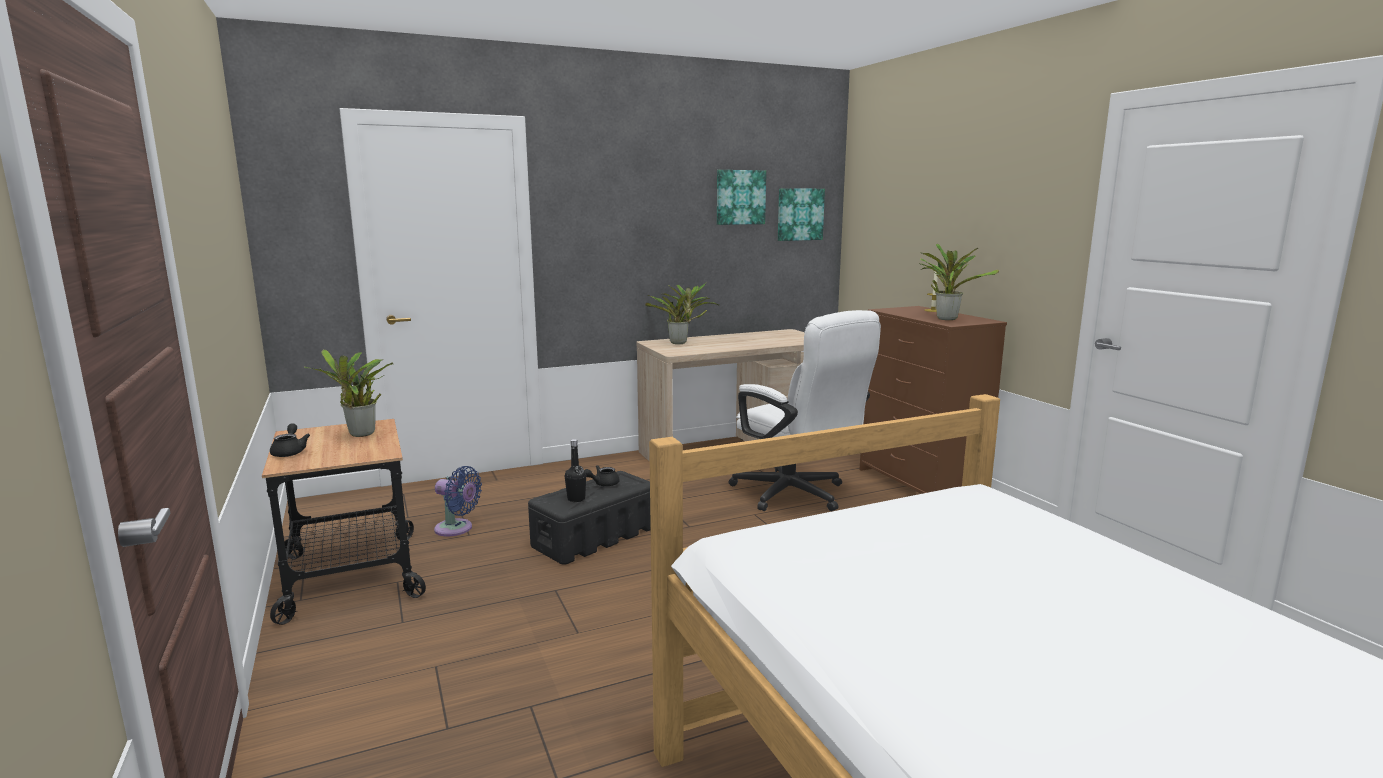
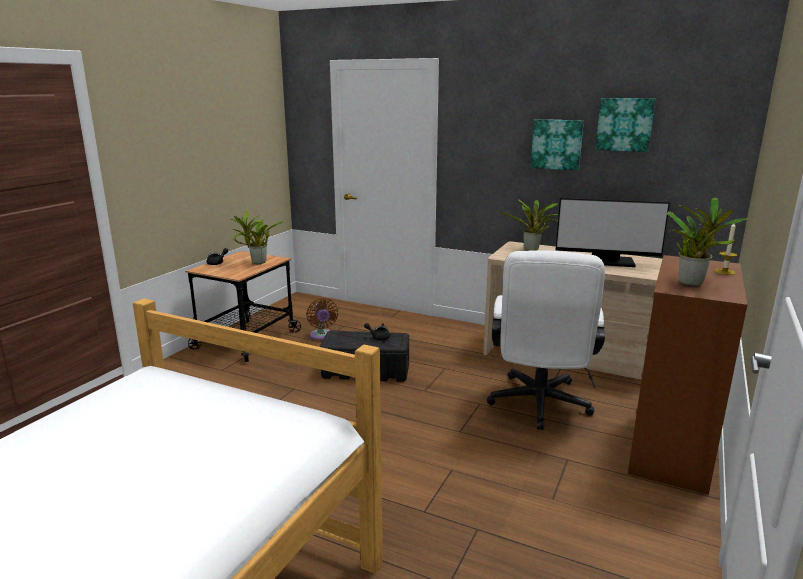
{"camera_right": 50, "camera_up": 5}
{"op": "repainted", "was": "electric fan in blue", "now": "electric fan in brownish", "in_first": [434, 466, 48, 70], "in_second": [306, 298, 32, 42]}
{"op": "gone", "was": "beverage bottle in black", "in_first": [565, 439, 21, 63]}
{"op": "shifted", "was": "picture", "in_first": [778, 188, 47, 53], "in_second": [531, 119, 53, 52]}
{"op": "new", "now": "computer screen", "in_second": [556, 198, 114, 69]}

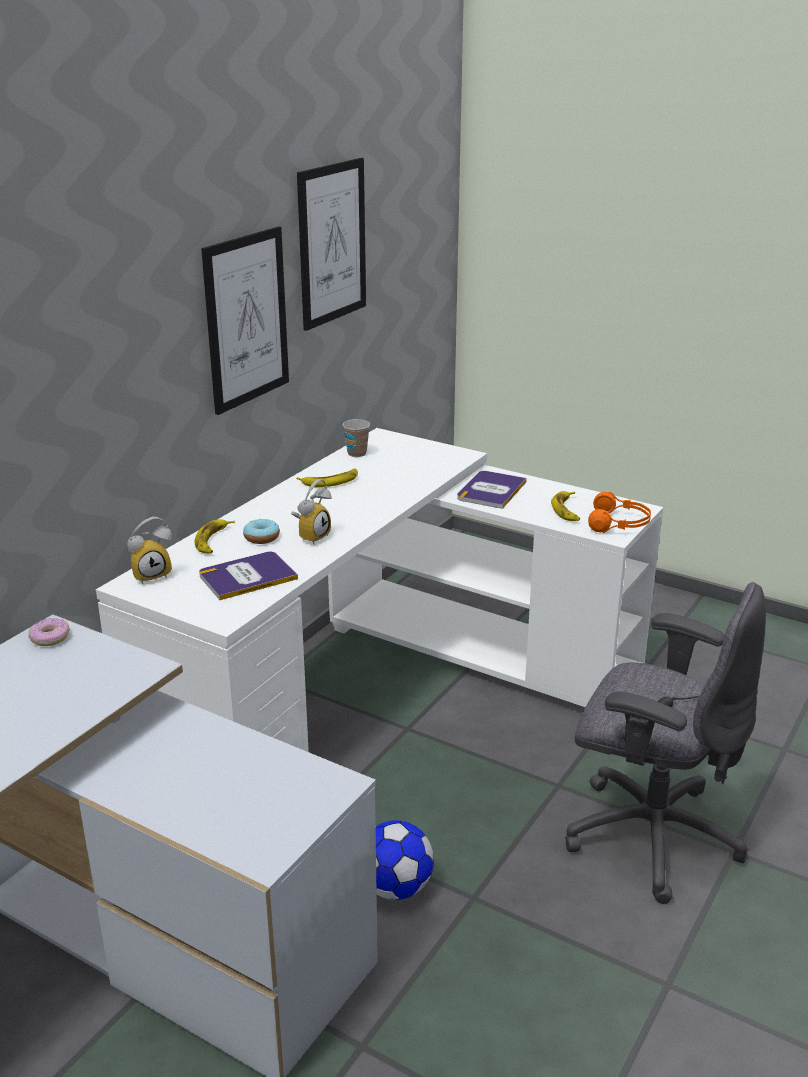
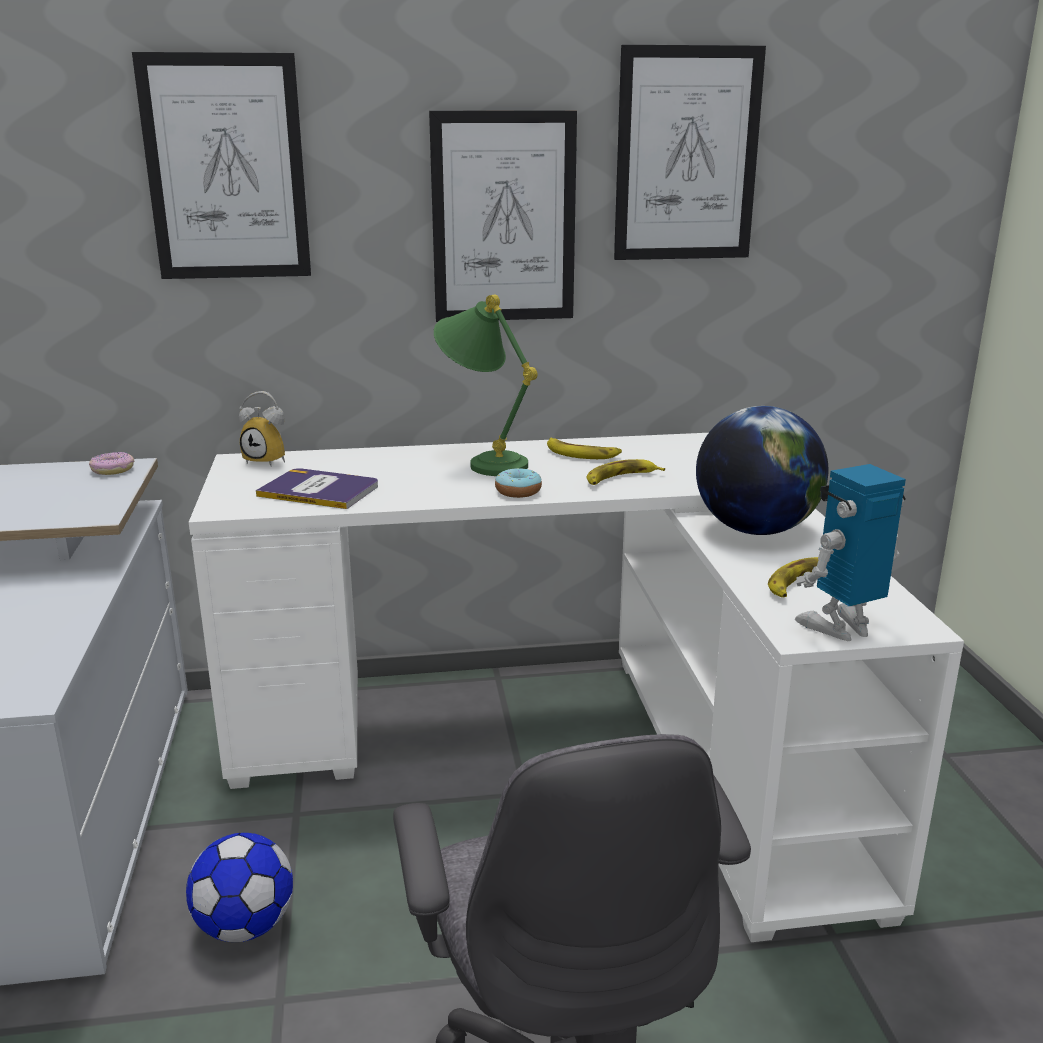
{"camera_right": 50, "camera_up": -5}
{"op": "shifted", "was": "whole banana", "in_first": [195, 519, 40, 34], "in_second": [586, 459, 79, 26]}
{"op": "shifted", "was": "donut", "in_first": [243, 519, 37, 25], "in_second": [495, 468, 47, 30]}
{"op": "gone", "was": "table clock", "in_first": [291, 479, 41, 65]}
{"op": "gone", "was": "small cup", "in_first": [343, 419, 27, 38]}
{"op": "swapped", "was": "volume", "now": "world globe", "in_first": [457, 471, 70, 38], "in_second": [696, 406, 132, 129]}
{"op": "swapped", "was": "headset in orange-coloured", "now": "model robot", "in_first": [588, 492, 63, 41], "in_second": [795, 464, 111, 177]}
{"op": "new", "now": "picture", "in_second": [132, 52, 179, 227]}
{"op": "new", "now": "tabletop lamp in greenish", "in_second": [434, 294, 104, 182]}

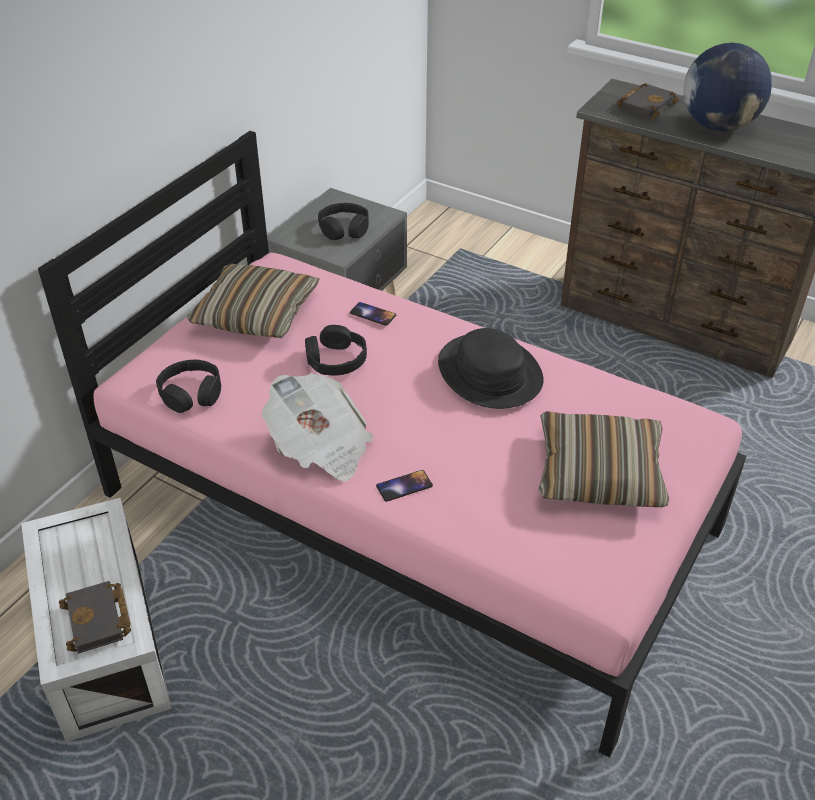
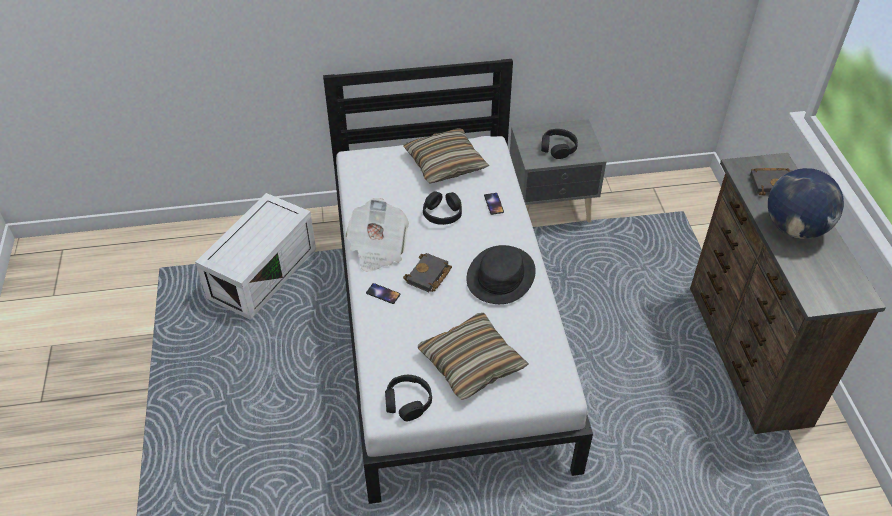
{"camera_right": 50, "camera_up": 5}
{"op": "repainted", "was": "bed in pink-coloured", "now": "bed in white-coloured", "in_first": [38, 131, 708, 626], "in_second": [323, 59, 270, 445]}
{"op": "shifted", "was": "volume in black", "in_first": [59, 581, 72, 73], "in_second": [403, 253, 49, 39]}
{"op": "shifted", "was": "headset in black", "in_first": [156, 360, 65, 53], "in_second": [385, 375, 47, 46]}

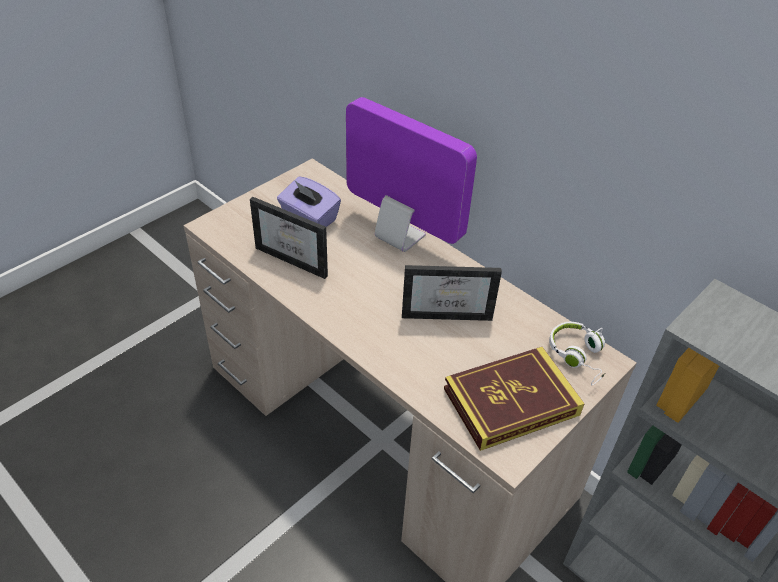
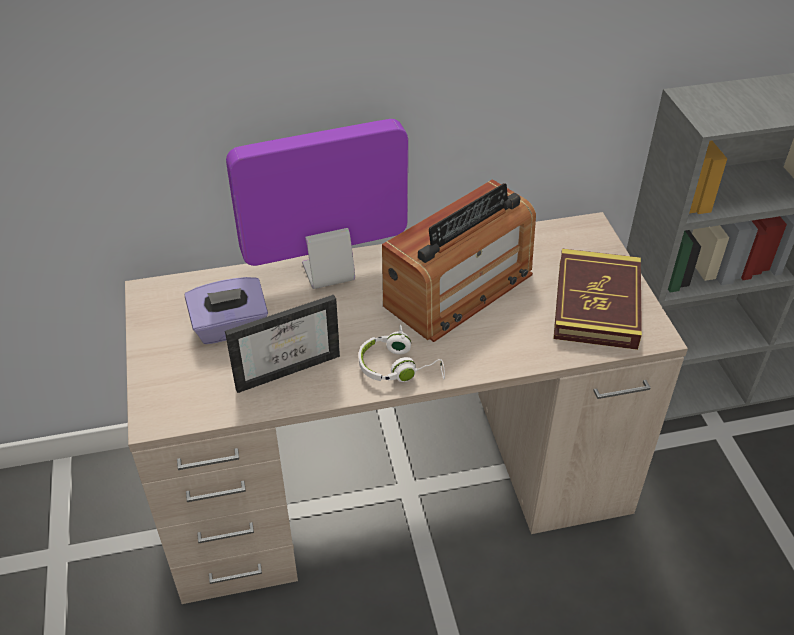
{"camera_right": -55, "camera_up": 0}
{"op": "swapped", "was": "picture frame", "now": "radio", "in_first": [402, 265, 100, 56], "in_second": [382, 179, 154, 163]}
{"op": "shifted", "was": "headset in white-coloured", "in_first": [549, 322, 56, 63], "in_second": [359, 325, 86, 57]}

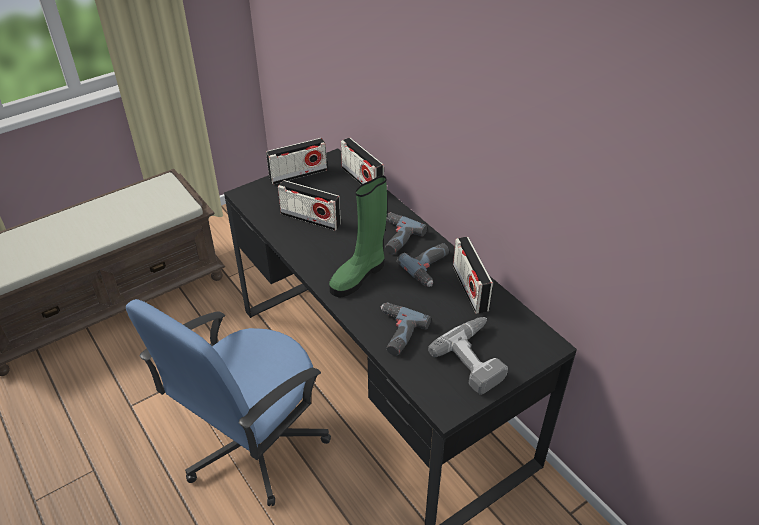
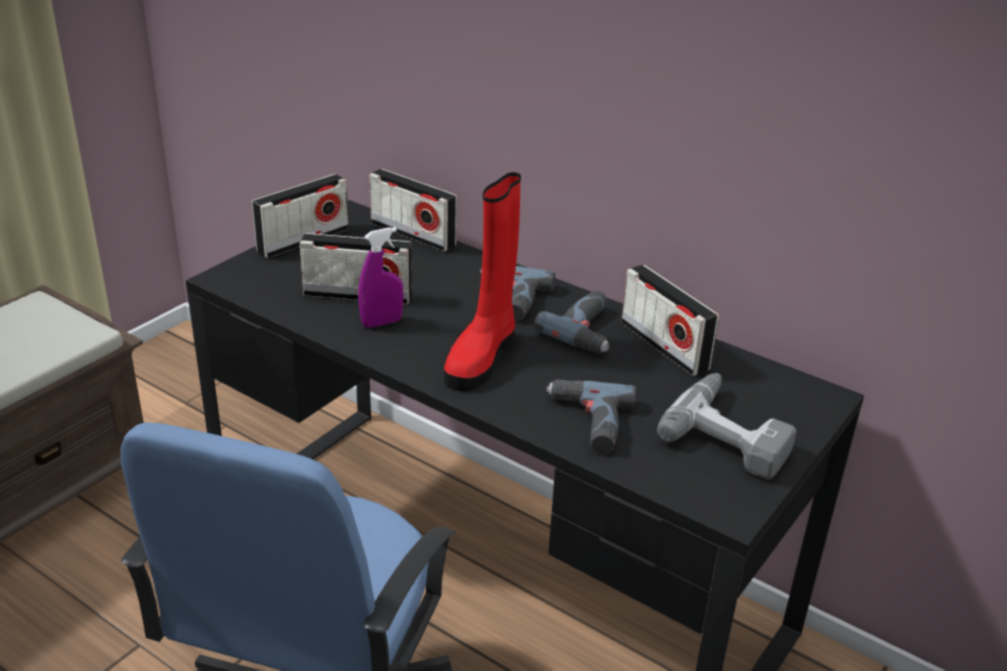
{"camera_right": -20, "camera_up": -10}
{"op": "repainted", "was": "tall boot in greenish", "now": "tall boot in red-coloured", "in_first": [329, 175, 58, 123], "in_second": [444, 172, 77, 220]}
{"op": "new", "now": "hand sprayer in purplish", "in_second": [358, 227, 45, 101]}

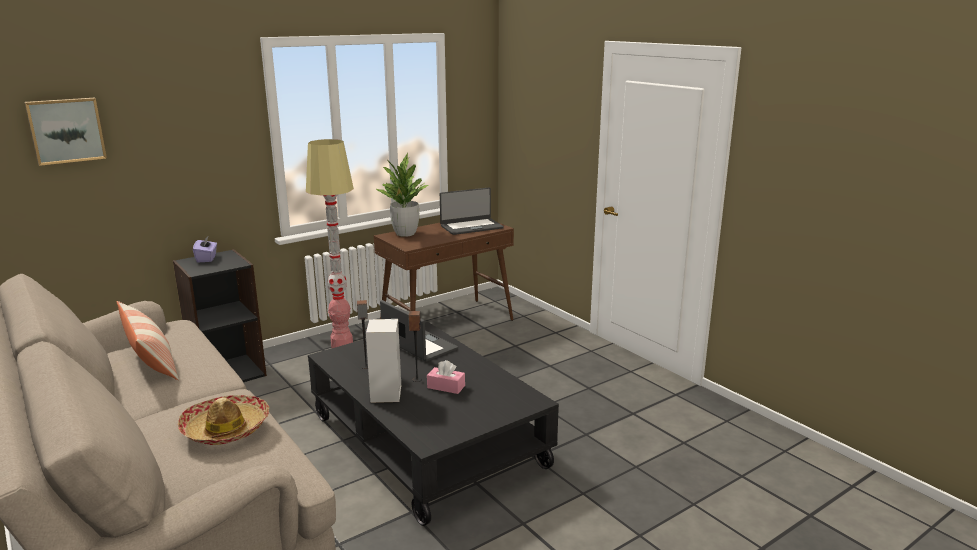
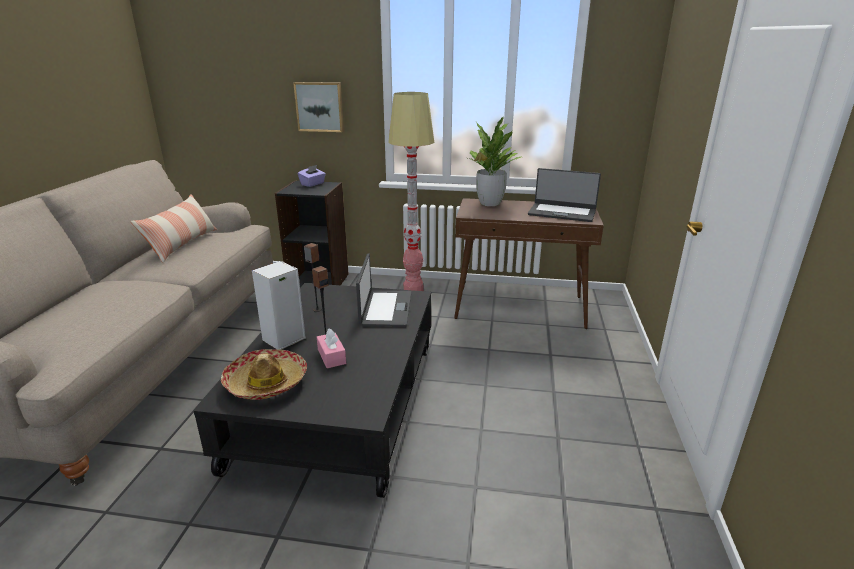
{"camera_right": 45, "camera_up": 5}
{"op": "shifted", "was": "picture", "in_first": [25, 98, 82, 68], "in_second": [293, 82, 51, 50]}
{"op": "shifted", "was": "hat", "in_first": [178, 395, 91, 50], "in_second": [221, 349, 86, 51]}

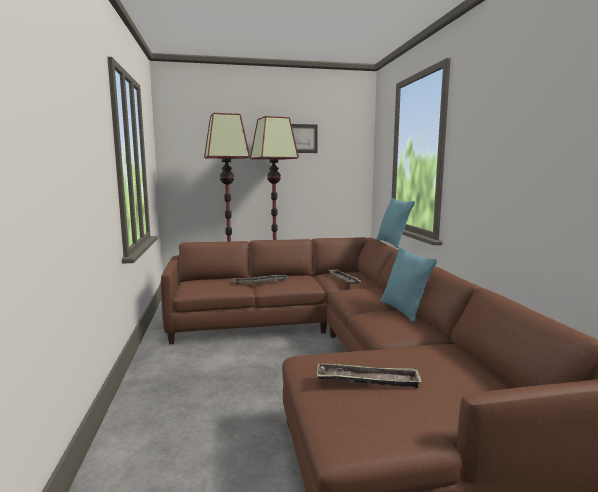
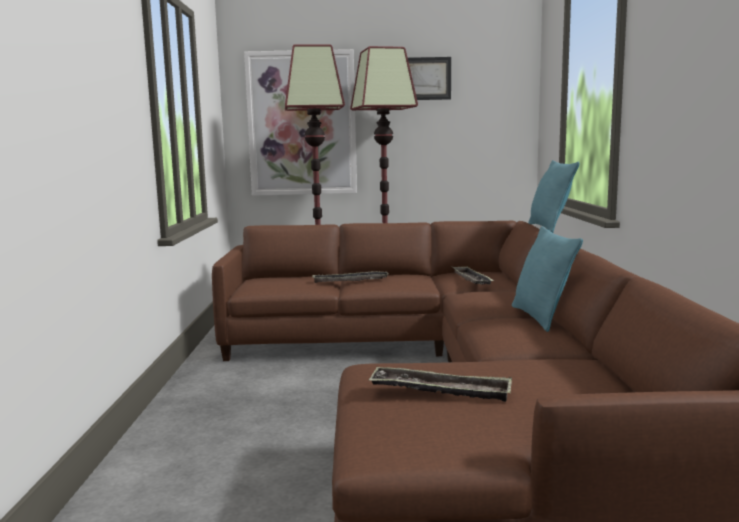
{"camera_right": 10, "camera_up": 0}
{"op": "new", "now": "picture", "in_second": [244, 49, 113, 147]}

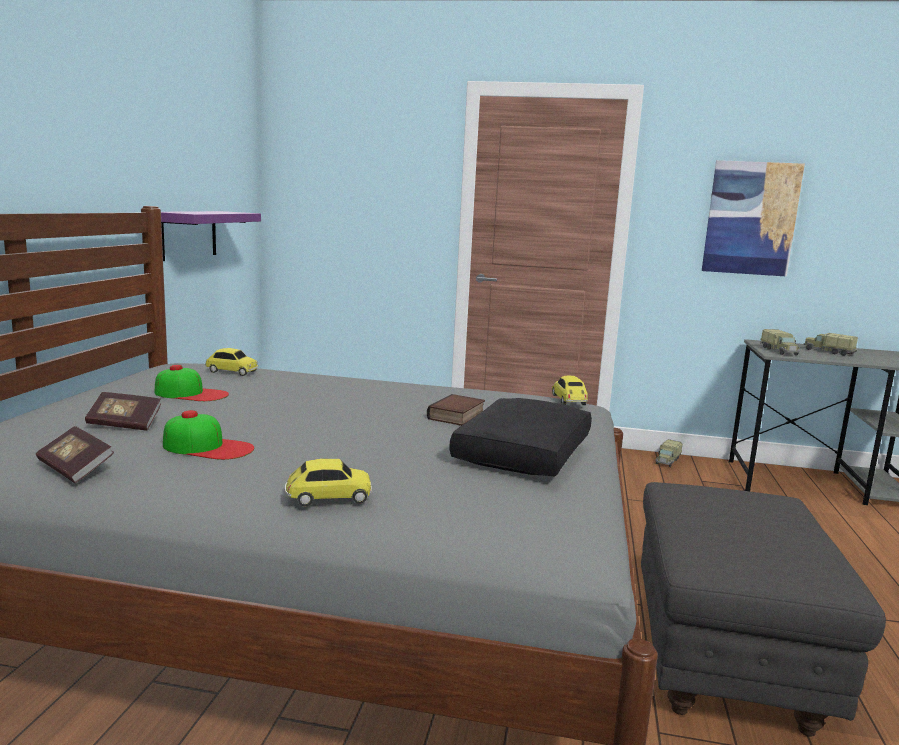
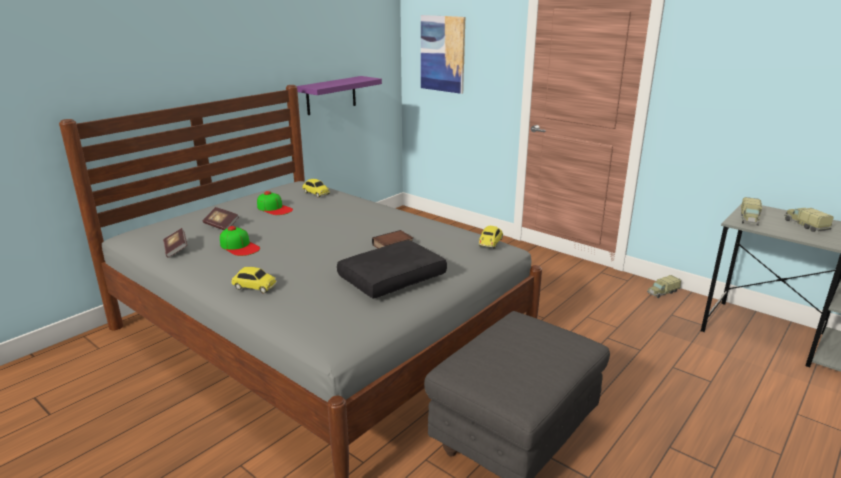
{"camera_right": 30, "camera_up": 10}
{"op": "shifted", "was": "picture", "in_first": [702, 160, 103, 117], "in_second": [421, 15, 44, 79]}

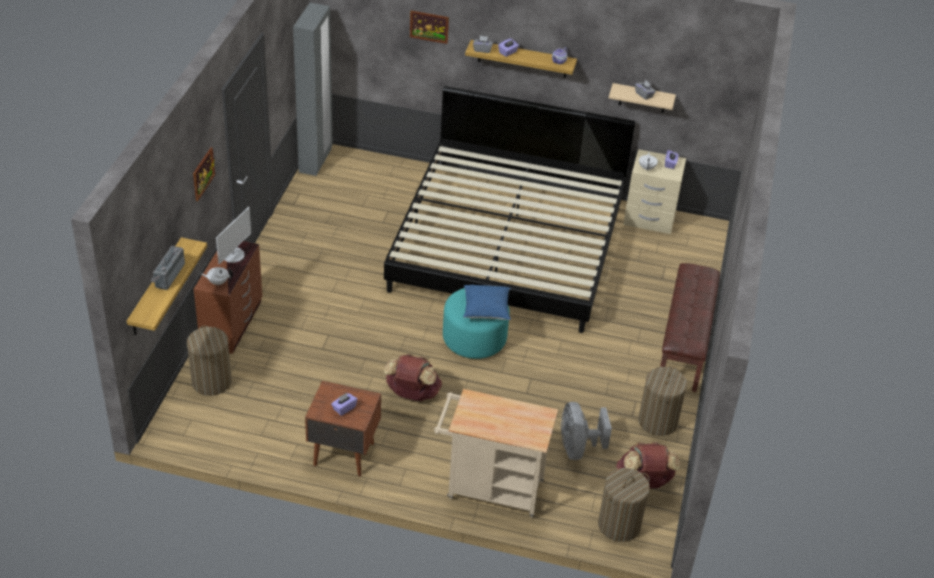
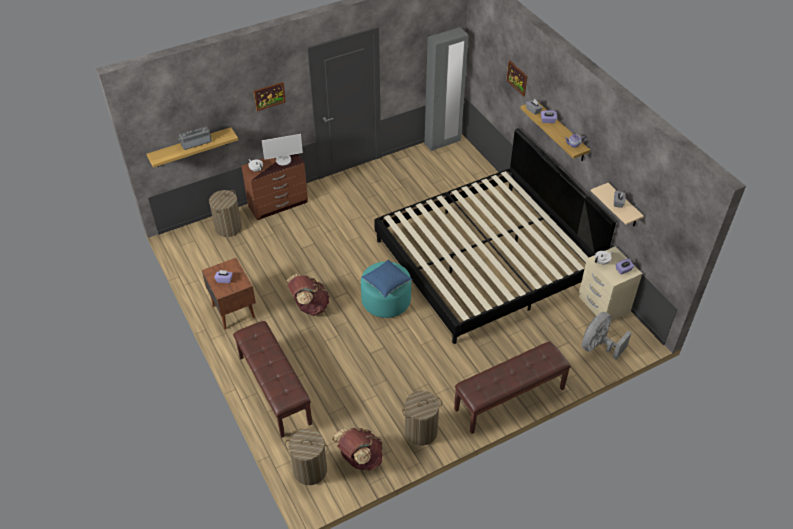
{"camera_right": 50, "camera_up": 5}
{"op": "swapped", "was": "cart in beige-coloured", "now": "long seat in brownish", "in_first": [434, 389, 124, 129], "in_second": [233, 321, 79, 117]}
{"op": "shifted", "was": "electric fan in gray", "in_first": [561, 402, 51, 58], "in_second": [582, 312, 49, 47]}

